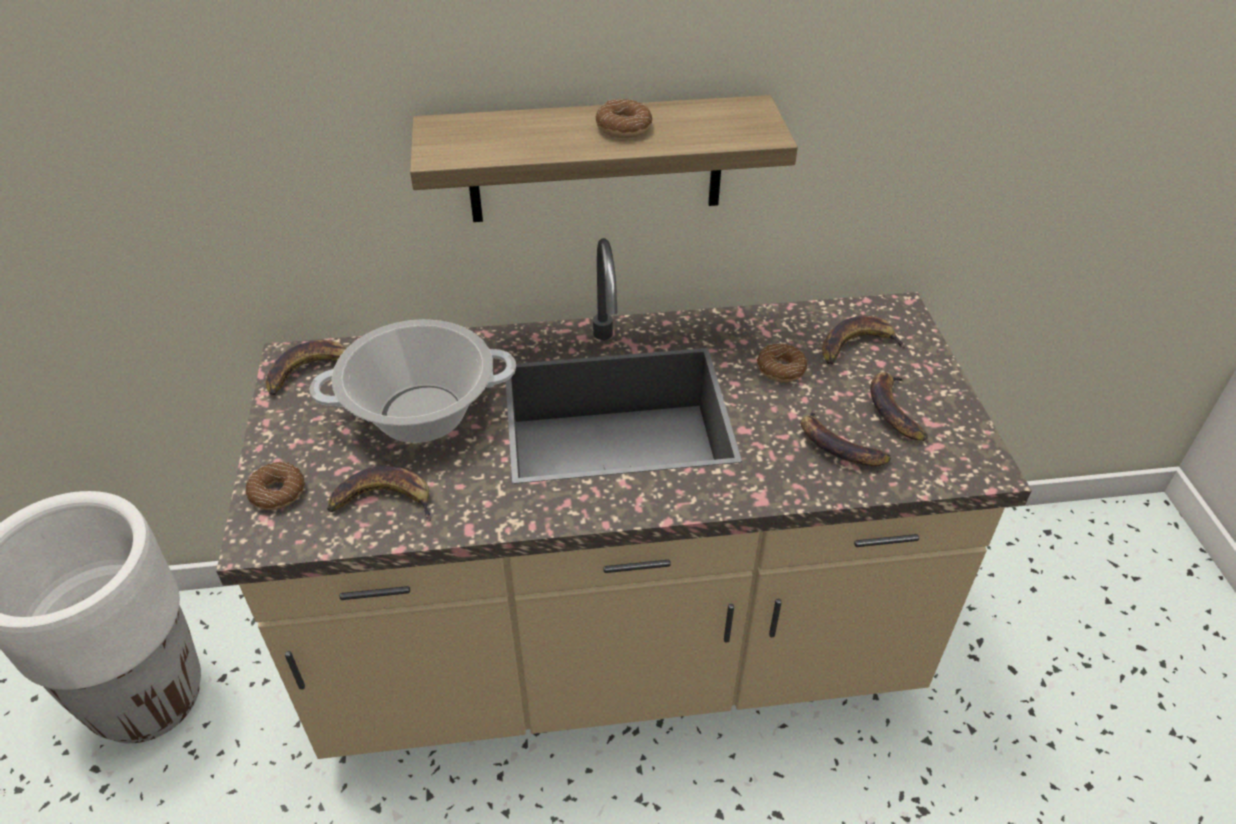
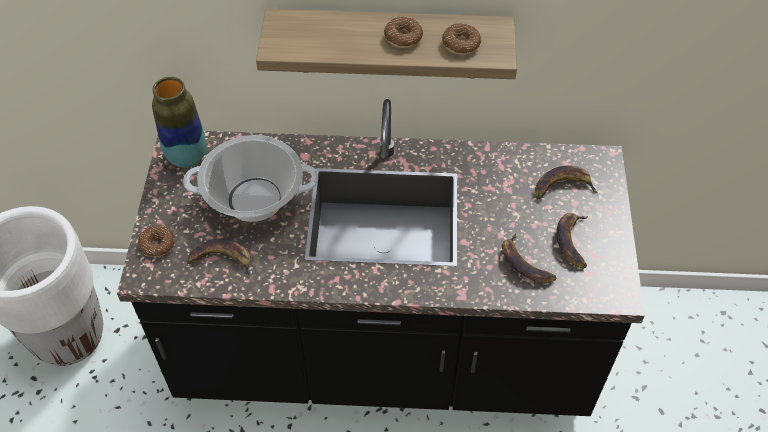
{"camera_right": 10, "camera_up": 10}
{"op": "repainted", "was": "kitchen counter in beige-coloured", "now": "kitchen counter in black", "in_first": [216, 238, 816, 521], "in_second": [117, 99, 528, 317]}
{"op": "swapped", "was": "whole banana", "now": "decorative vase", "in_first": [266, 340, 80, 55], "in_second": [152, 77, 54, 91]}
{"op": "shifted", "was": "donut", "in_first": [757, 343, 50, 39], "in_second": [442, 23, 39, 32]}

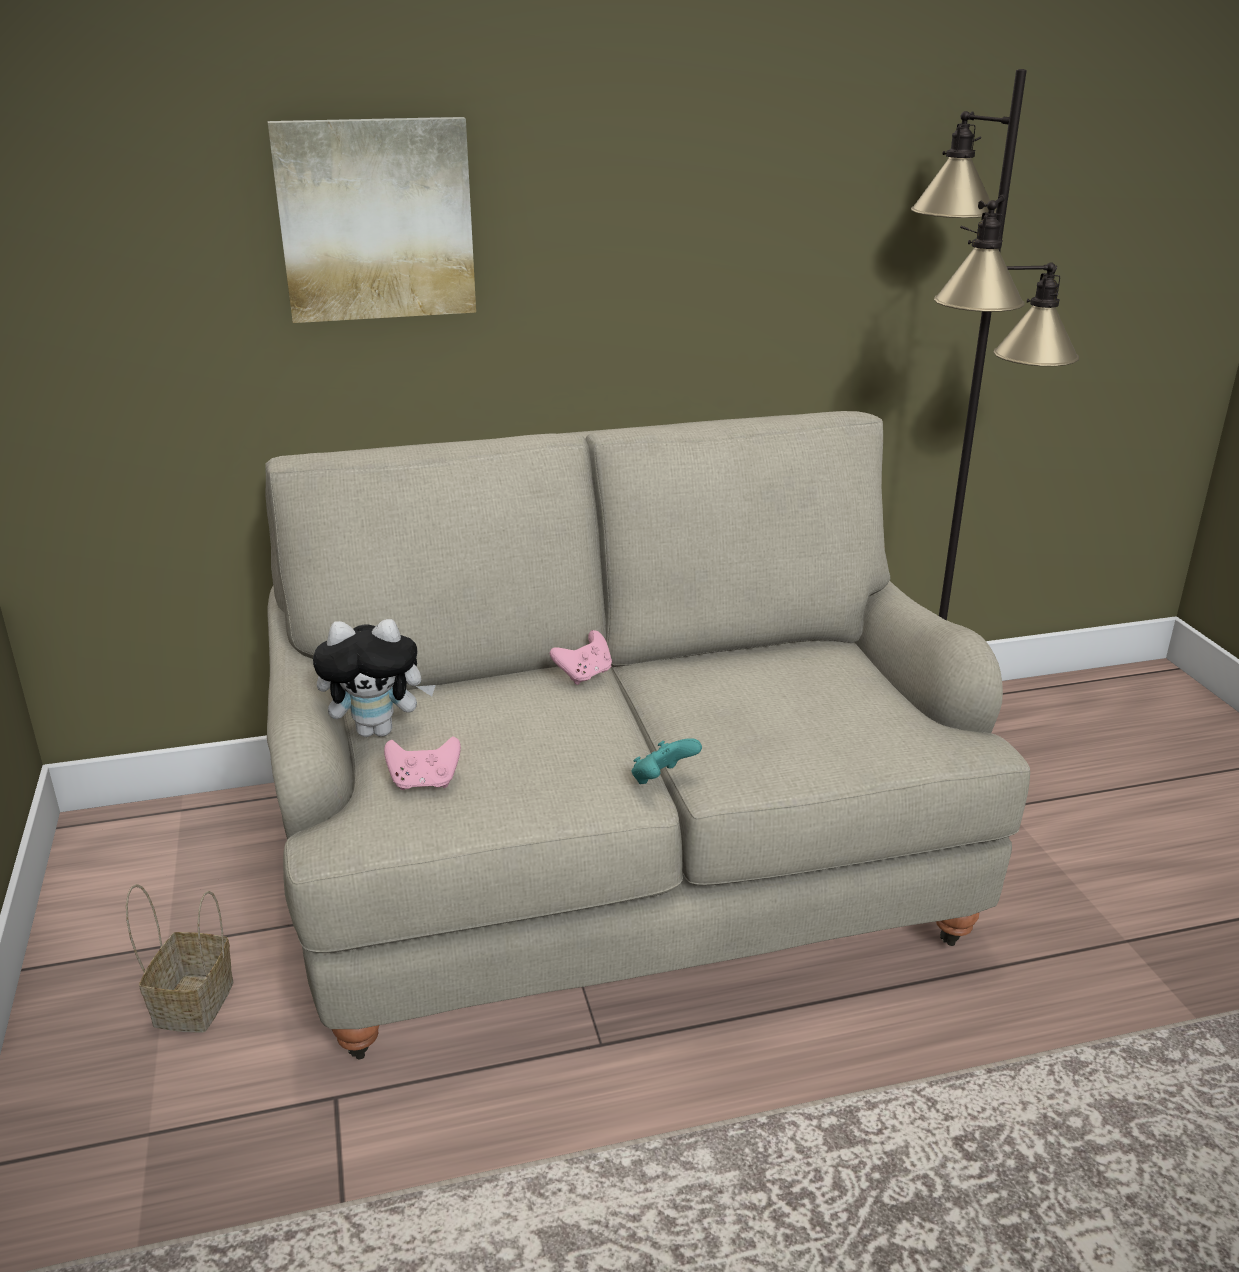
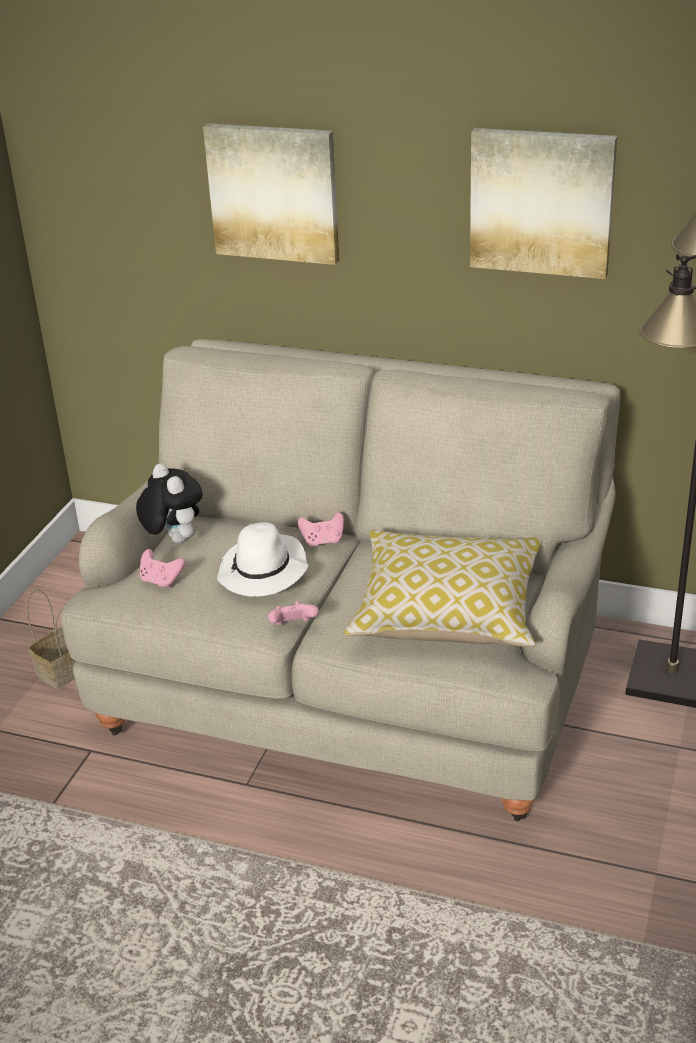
{"camera_right": 35, "camera_up": 5}
{"op": "rotated", "was": "cuddly toy", "in_first": [313, 619, 123, 118], "in_second": [136, 463, 67, 80], "clockwise": -150}
{"op": "repainted", "was": "game controller in turquoise-coloured", "now": "game controller in pink-coloured", "in_first": [632, 738, 70, 46], "in_second": [268, 601, 51, 24]}
{"op": "new", "now": "hat in white-coloured", "in_second": [217, 522, 92, 75]}
{"op": "new", "now": "throw pillow", "in_second": [345, 530, 198, 117]}
{"op": "new", "now": "picture", "in_second": [470, 128, 147, 151]}

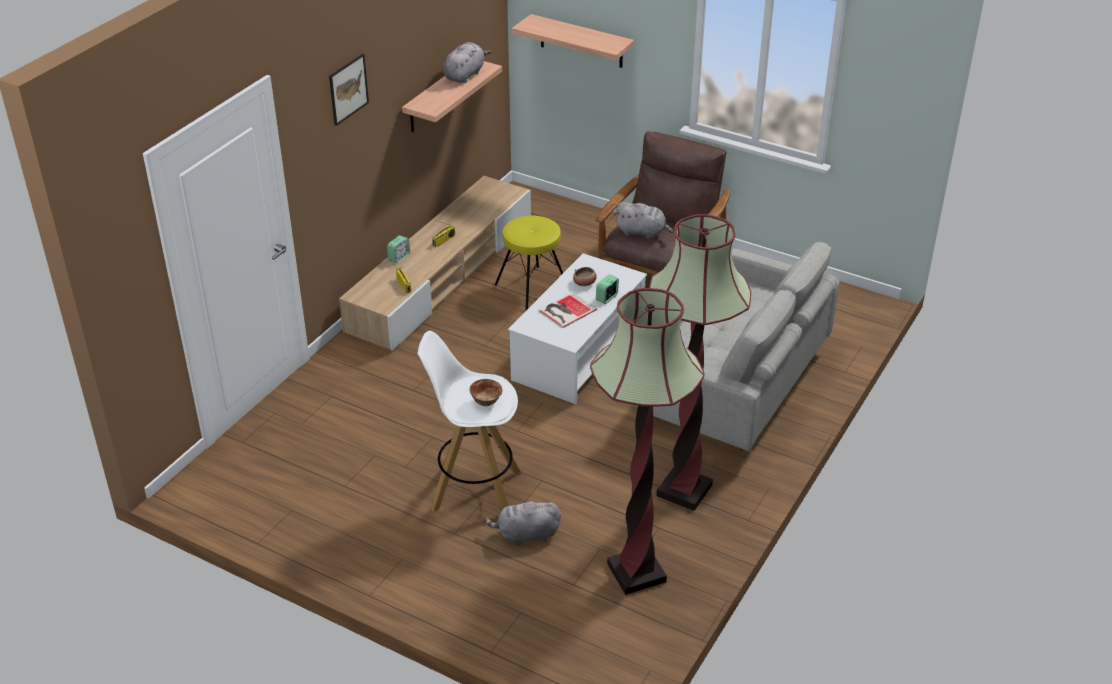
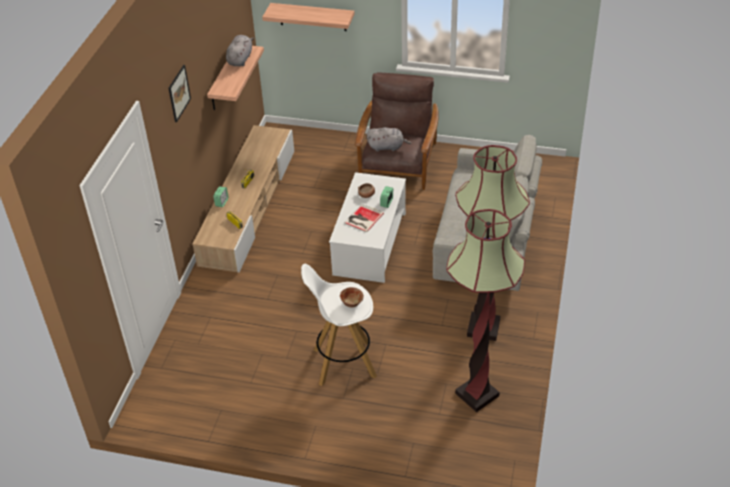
{"camera_right": -15, "camera_up": 5}
{"op": "gone", "was": "cuddly toy in gray", "in_first": [484, 499, 77, 47]}
{"op": "gone", "was": "stool in yellow-coloured", "in_first": [494, 216, 69, 95]}

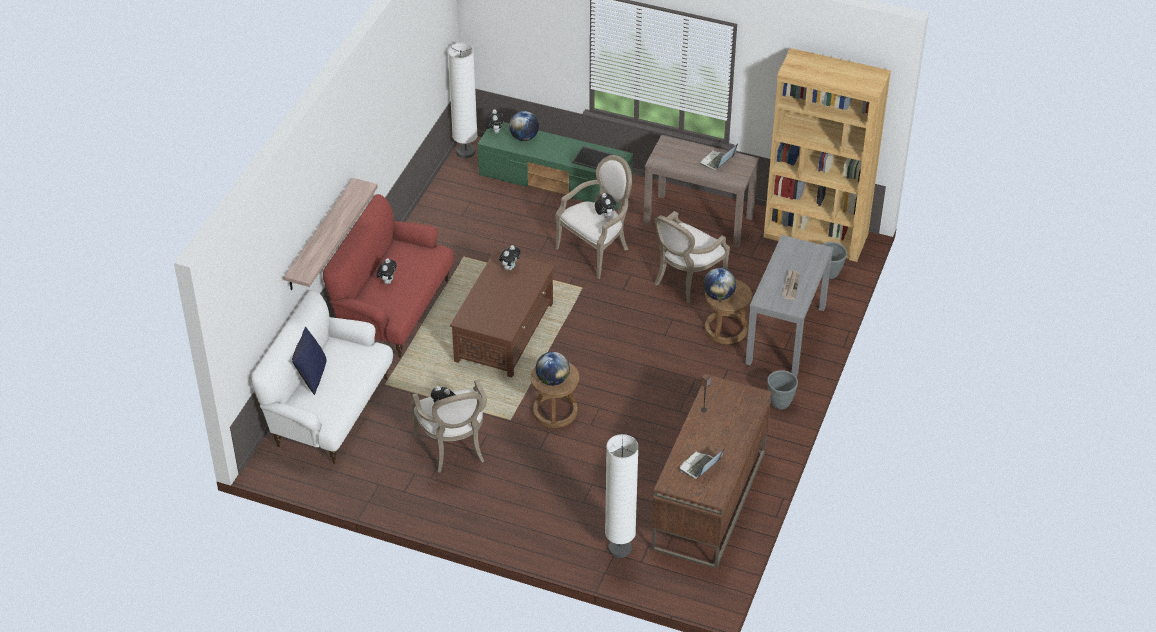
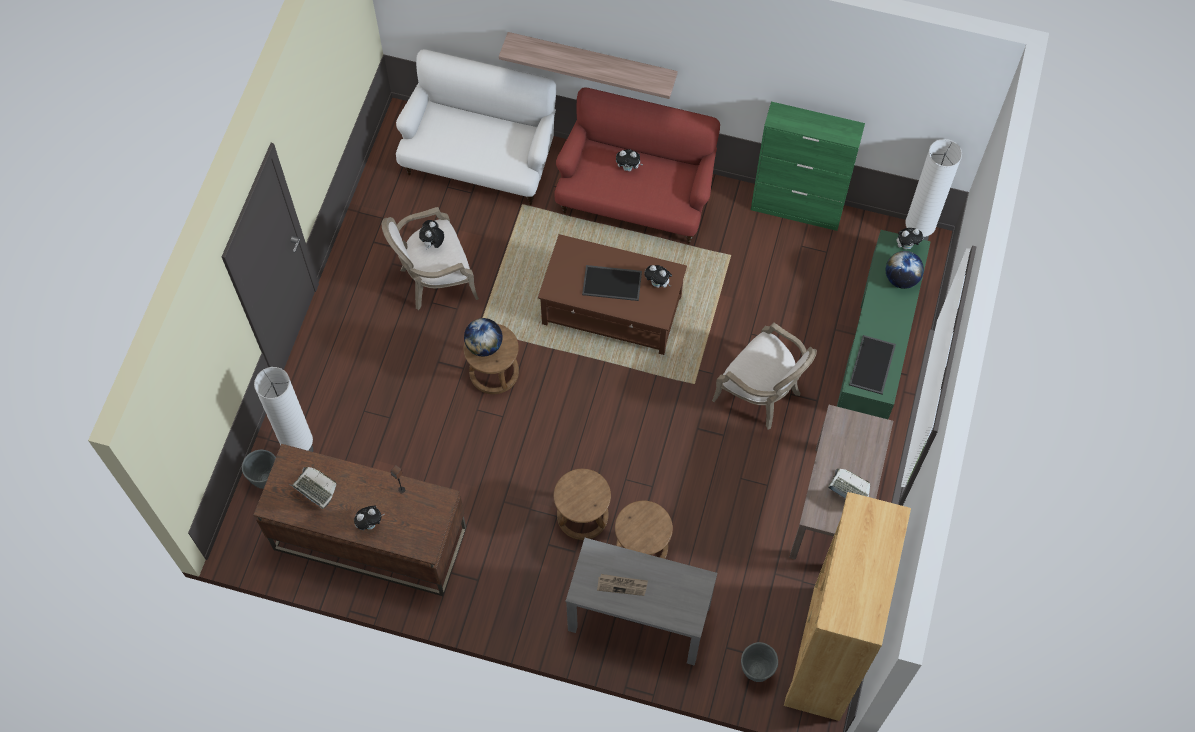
{"camera_right": 85, "camera_up": 20}
{"op": "gone", "was": "throw pillow in blue", "in_first": [292, 326, 34, 69]}
{"op": "shifted", "was": "cuddly toy", "in_first": [595, 193, 21, 25], "in_second": [354, 506, 31, 25]}
{"op": "gone", "was": "lounge chair", "in_first": [654, 211, 76, 92]}
{"op": "gone", "was": "world globe", "in_first": [703, 268, 33, 32]}
{"op": "shifted", "was": "flower pot in gray", "in_first": [767, 370, 31, 40], "in_second": [242, 450, 34, 39]}
{"op": "new", "now": "stool in brownish", "in_second": [554, 469, 57, 71]}
{"op": "new", "now": "serving tray", "in_second": [582, 265, 60, 36]}
{"op": "new", "now": "storage cabinet in greenish", "in_second": [751, 102, 114, 129]}

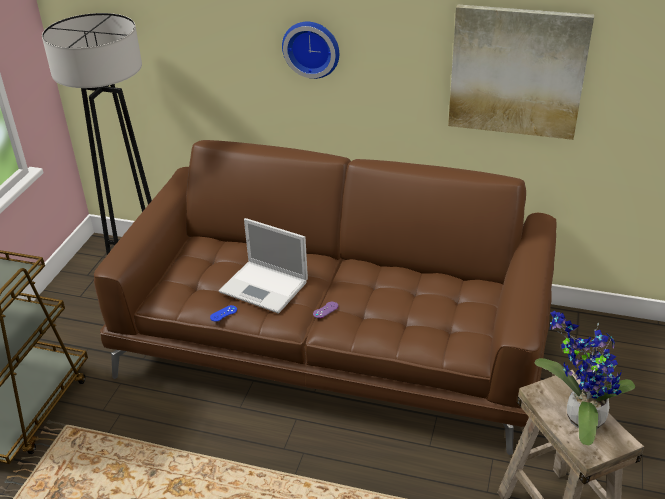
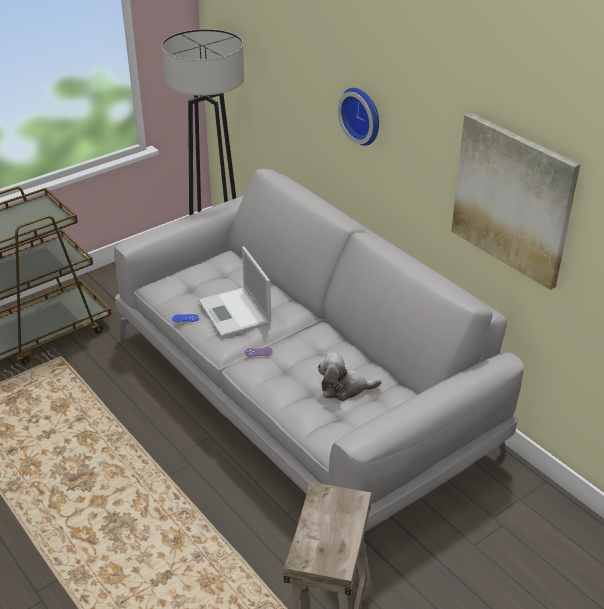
{"camera_right": 35, "camera_up": 0}
{"op": "repainted", "was": "settee in brownish", "now": "settee in gray", "in_first": [94, 140, 462, 315], "in_second": [114, 169, 410, 362]}
{"op": "gone", "was": "plant in a pot", "in_first": [534, 311, 101, 134]}
{"op": "new", "now": "cuddly toy", "in_second": [318, 352, 64, 49]}

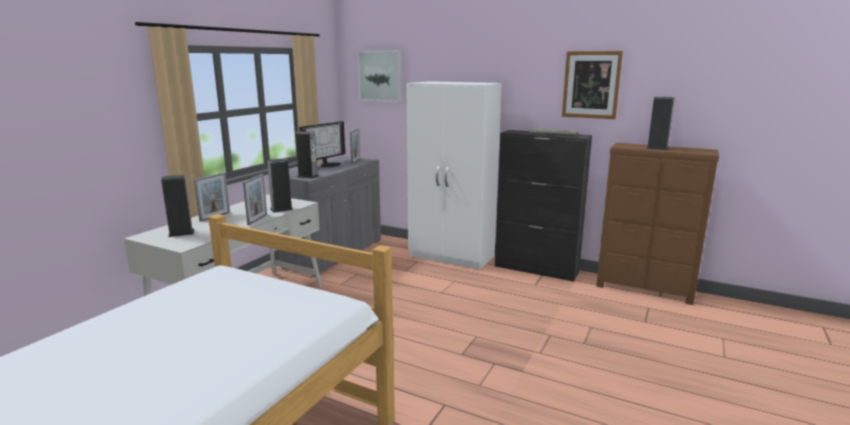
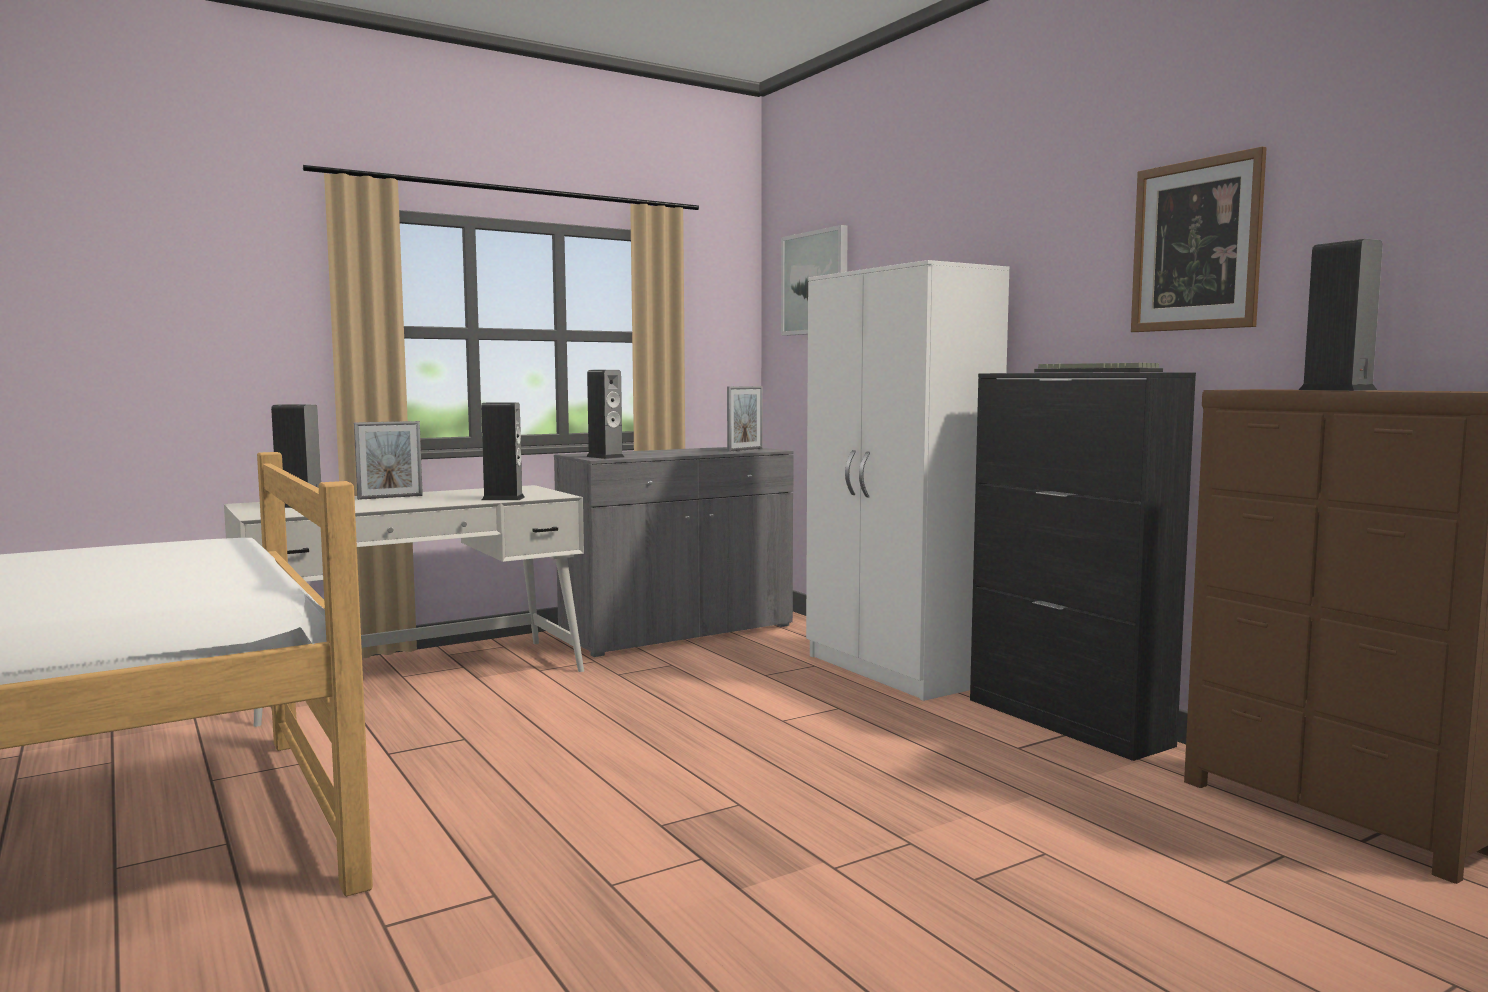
{"camera_right": 30, "camera_up": -10}
{"op": "gone", "was": "picture frame", "in_first": [243, 174, 24, 51]}
{"op": "gone", "was": "computer screen", "in_first": [299, 121, 46, 46]}

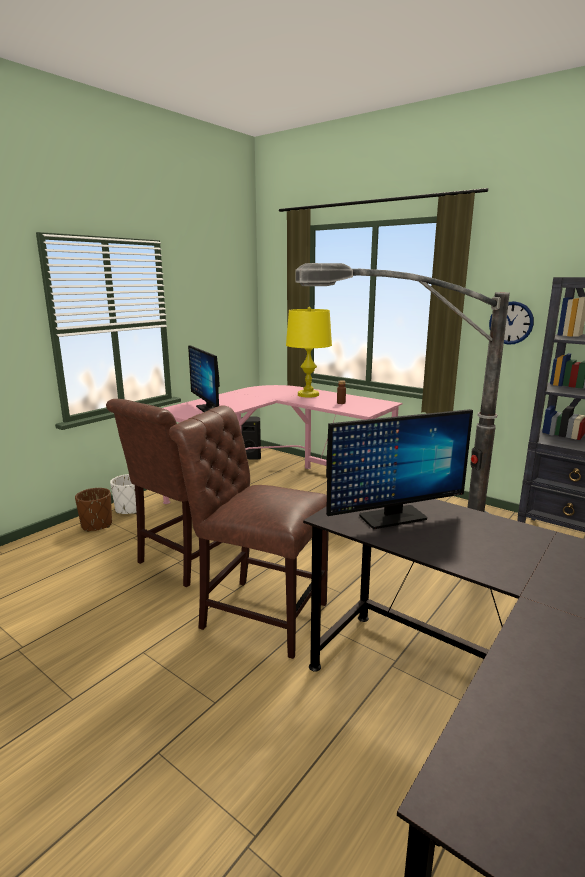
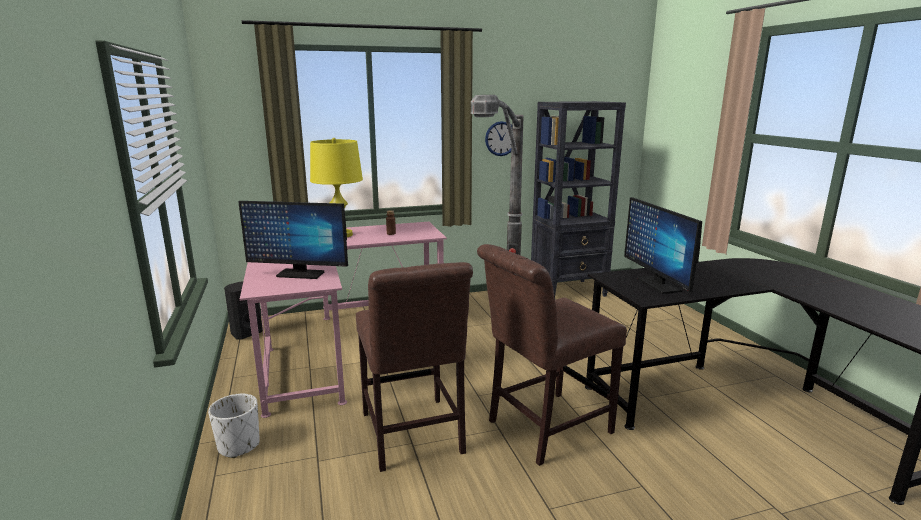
{"camera_right": -55, "camera_up": 0}
{"op": "gone", "was": "flower pot in brownish", "in_first": [75, 488, 37, 44]}
{"op": "rotated", "was": "computer screen", "in_first": [326, 409, 147, 120], "in_second": [624, 197, 78, 97], "clockwise": 150}

